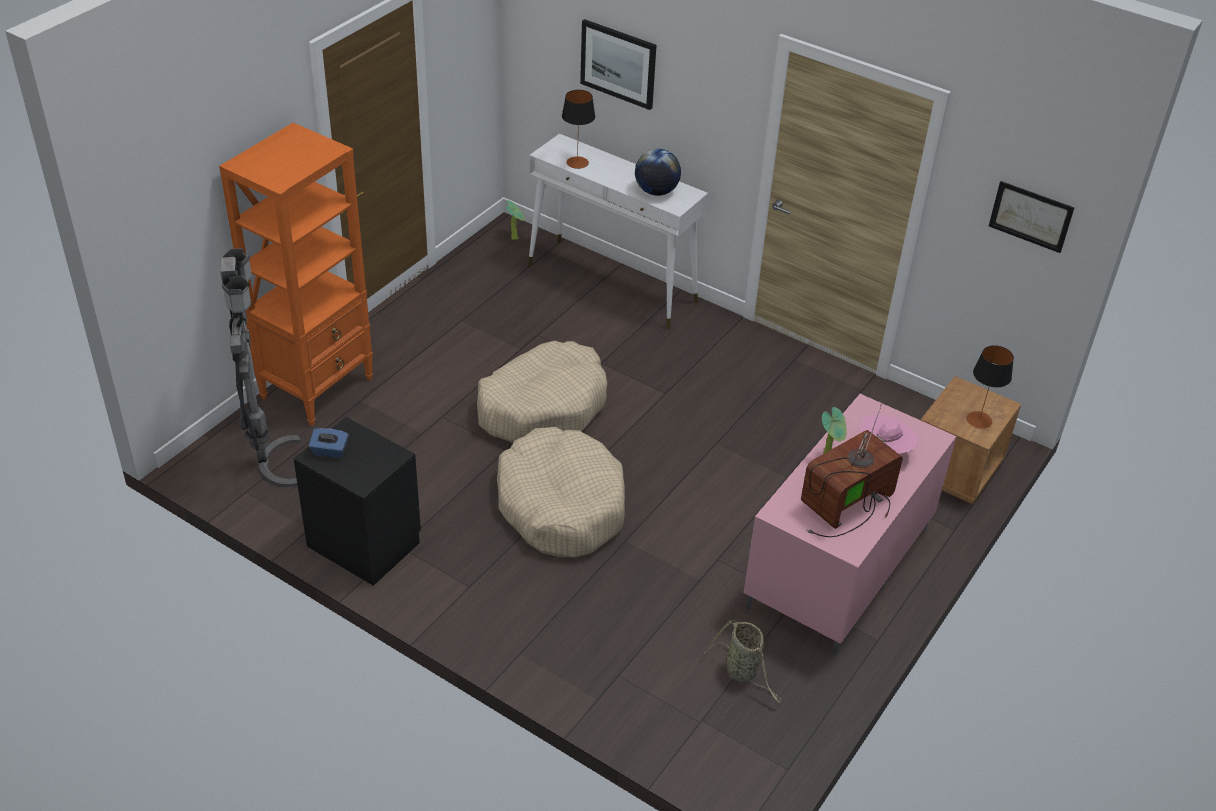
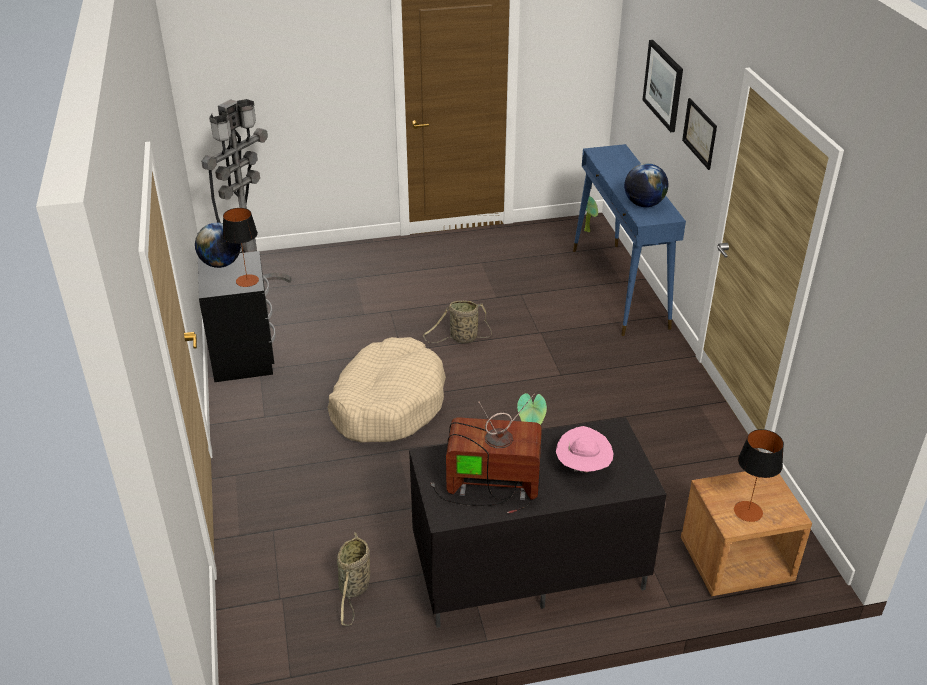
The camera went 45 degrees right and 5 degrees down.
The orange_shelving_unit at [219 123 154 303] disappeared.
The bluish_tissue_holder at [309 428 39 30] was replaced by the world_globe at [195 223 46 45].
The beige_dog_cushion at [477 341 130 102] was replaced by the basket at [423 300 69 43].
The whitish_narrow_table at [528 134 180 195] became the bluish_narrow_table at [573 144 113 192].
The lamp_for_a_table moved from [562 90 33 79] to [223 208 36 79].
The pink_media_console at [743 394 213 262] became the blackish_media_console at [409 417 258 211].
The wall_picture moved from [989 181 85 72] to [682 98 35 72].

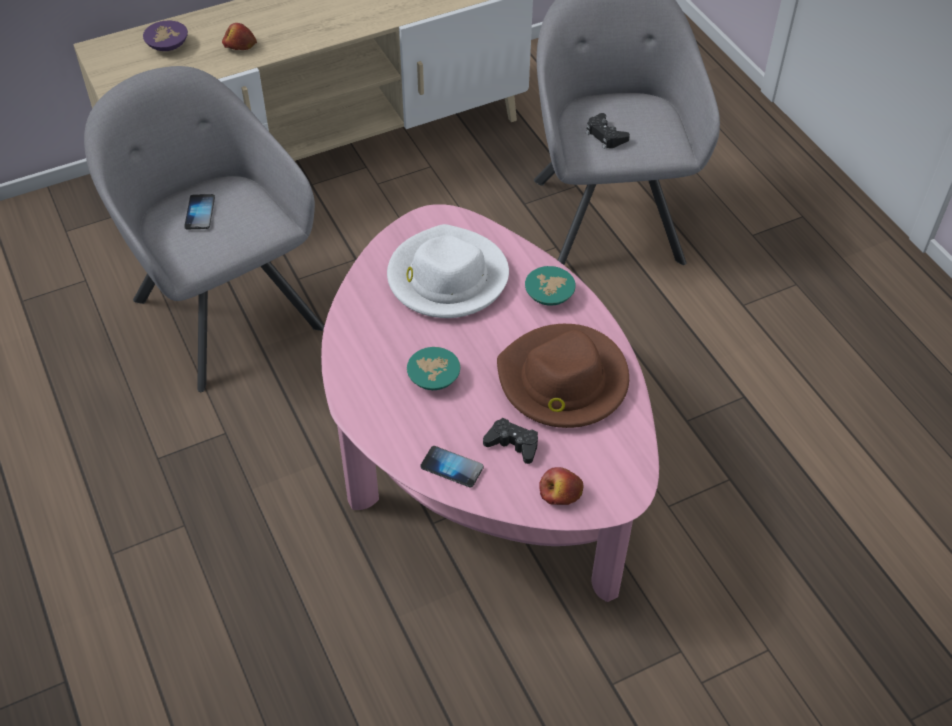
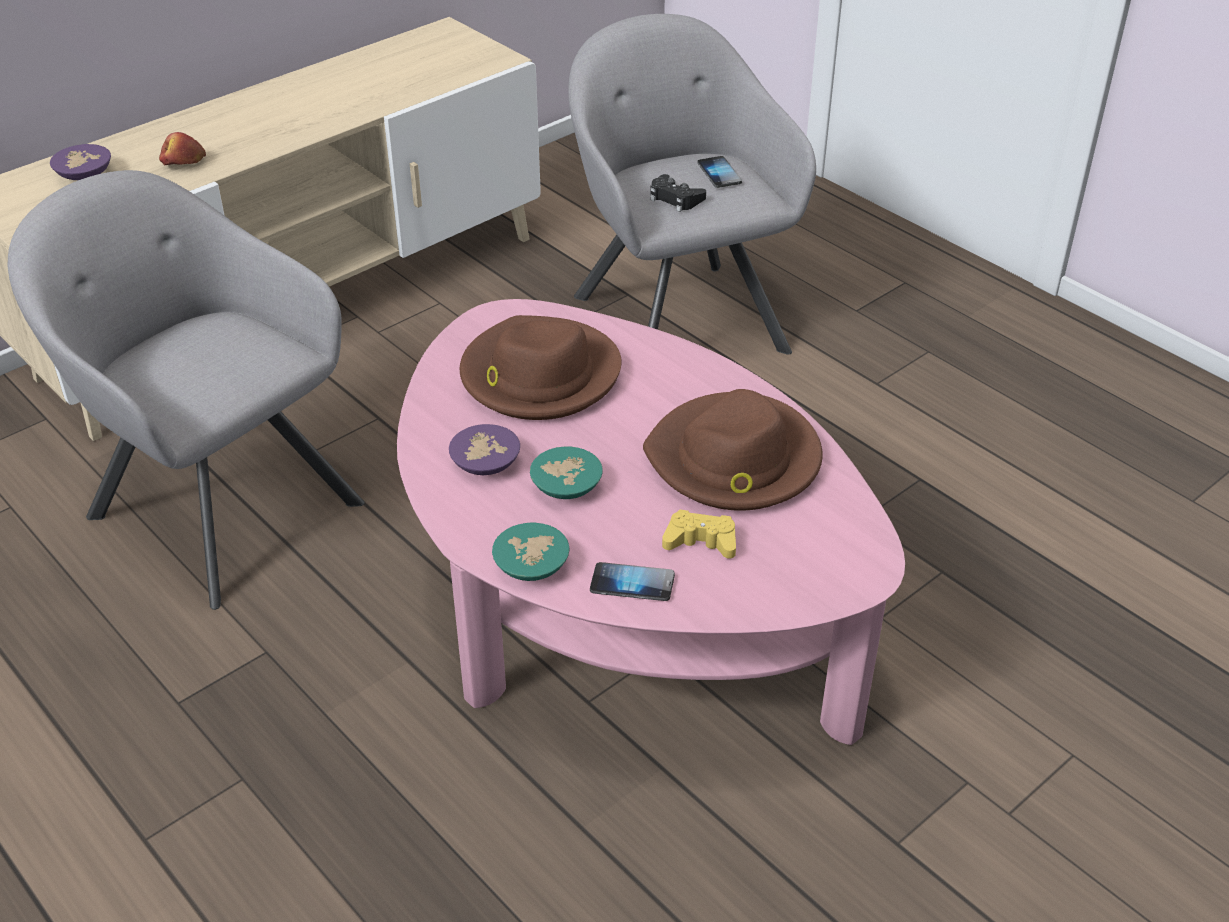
The camera went 15 degrees left and 10 degrees down.
The handset moved from [184 194 31 35] to [697 156 45 32].
The whitish_clothing_hat at [387 224 122 94] became the brown_clothing_hat at [460 315 161 105].
The blackish_joypad at [483 418 55 46] became the yellow-coloured_joypad at [662 509 74 50].
The turquoise_bowl moved from [525 266 51 40] to [492 523 77 58].
The whole_apple at [539 467 44 38] disappeared.
The purplish_bowl at [449 424 71 51] appeared.

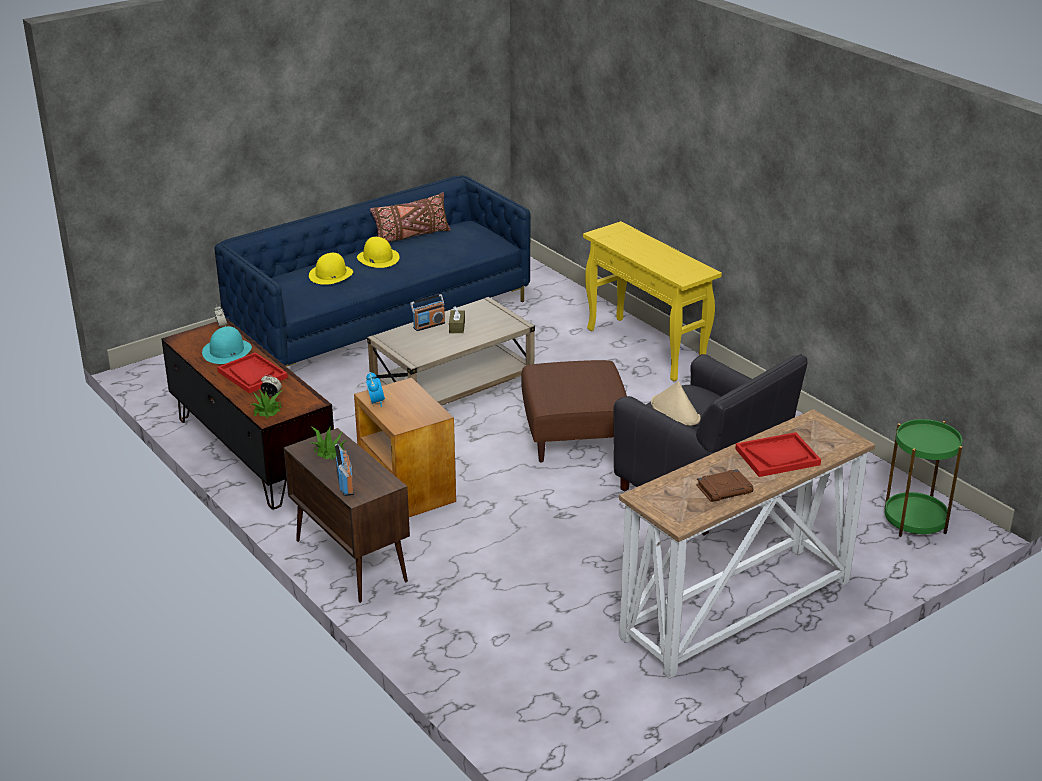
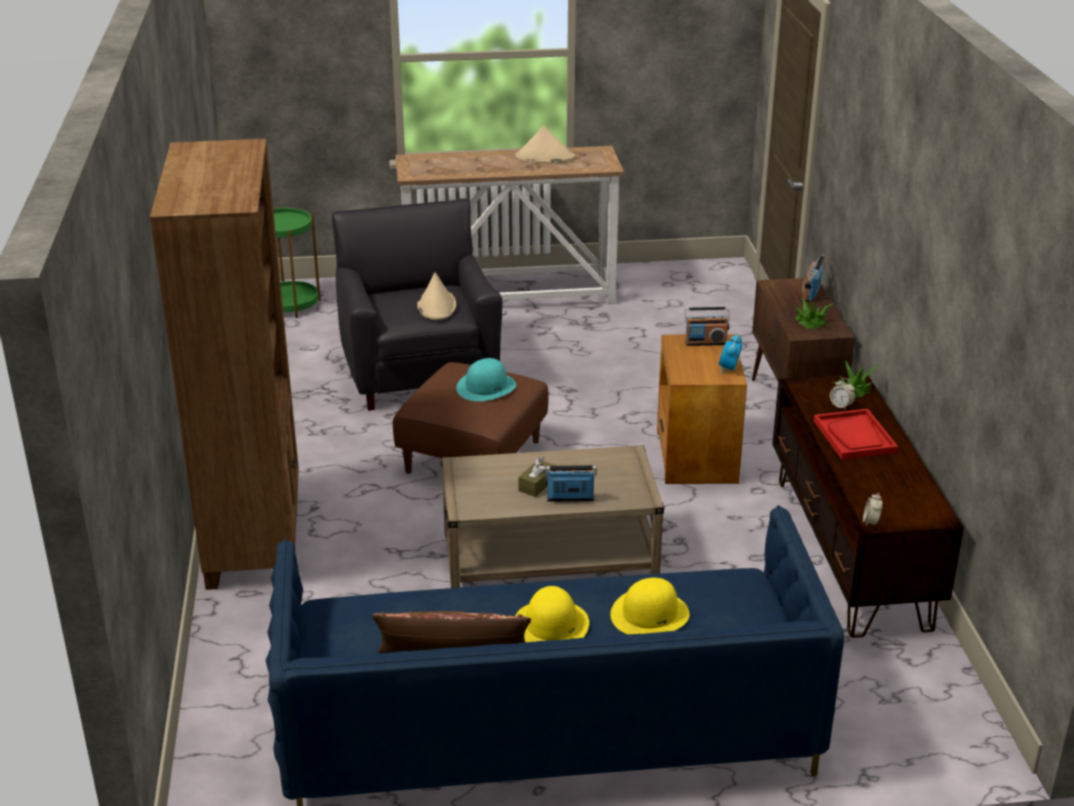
The camera went 150 degrees left and 0 degrees up.
The turquoise_clothing_hat moved from [202 326 50 38] to [456 358 60 43].
The yellow-coloured_narrow_table at [583 221 139 160] was replaced by the brown_shelving_unit at [150 139 149 451].
The brown_volume at [696 469 57 33] was replaced by the beige_clothing_hat at [515 126 60 37].
The reddish_tray at [735 432 86 45] disappeared.
The radio_set at [685 307 45 39] appeared.

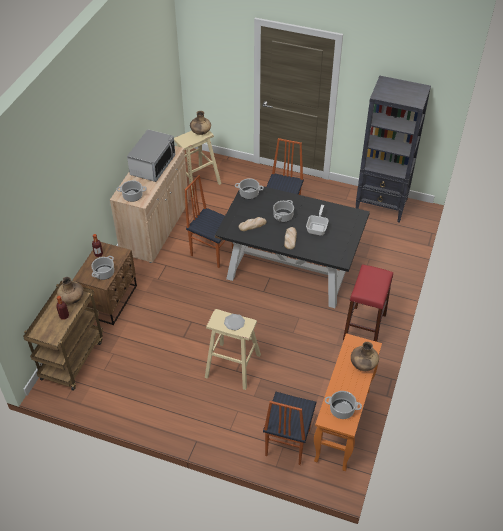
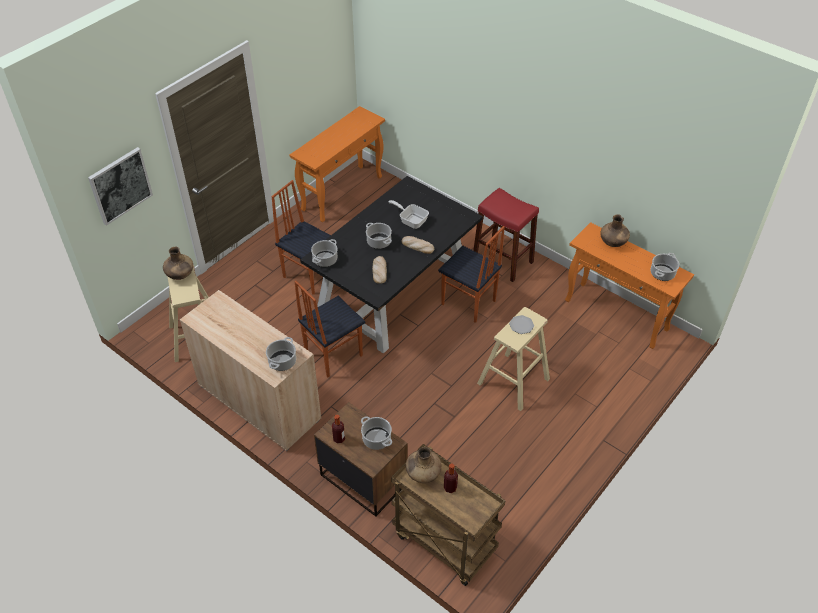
The camera went 70 degrees left and 0 degrees up.
The microwave_oven at [127 129 48 53] disappeared.
The plain_chair moved from [263 392 53 73] to [438 226 67 97].
The blackish_shelving_unit at [356 76 75 147] was replaced by the orange_narrow_table at [289 106 96 116].
The wall_picture at [88 147 65 79] appeared.

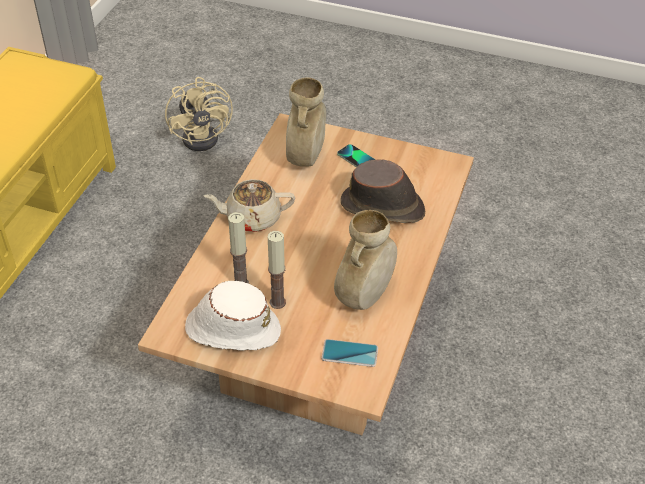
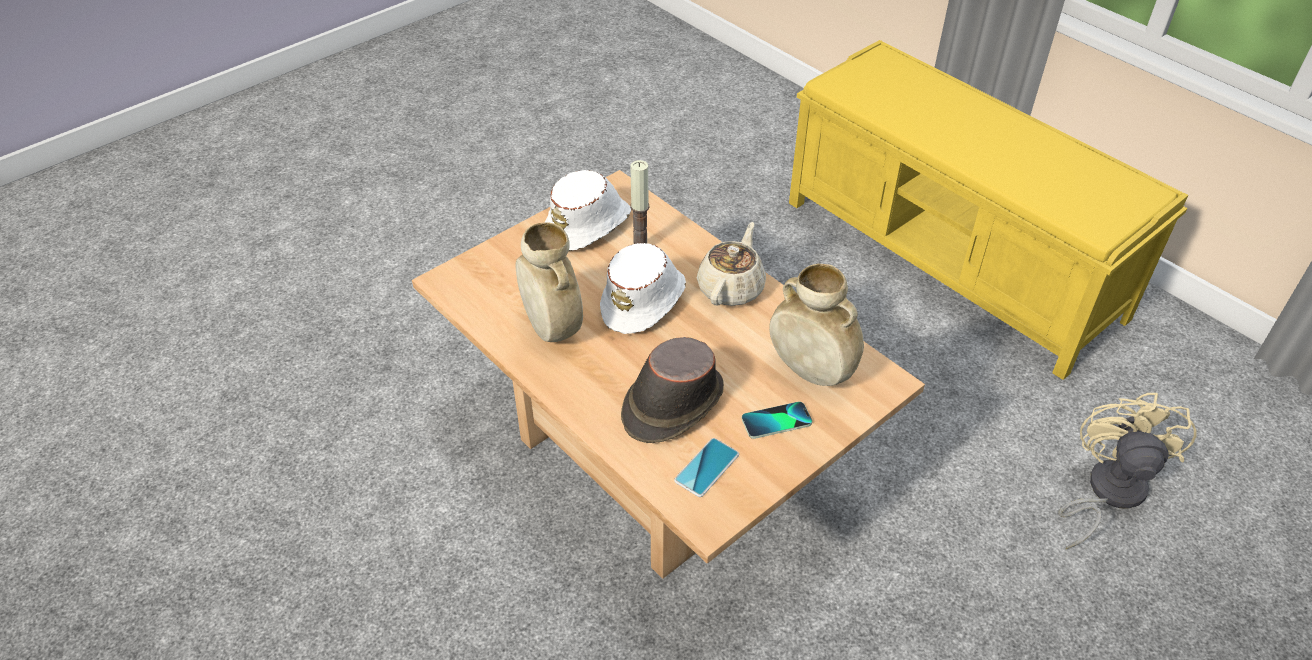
The camera went 120 degrees right and 0 degrees up.
The beige_electric_fan at [165 77 68 74] turned 90 degrees clockwise.
The wax_light at [268 231 18 78] disappeared.
The handset moved from [321 339 57 28] to [674 438 65 59].
The whitish_clothing_hat at [600 243 86 91] appeared.

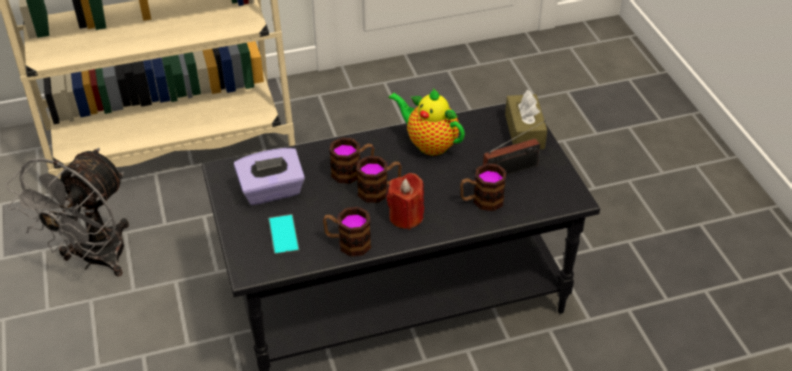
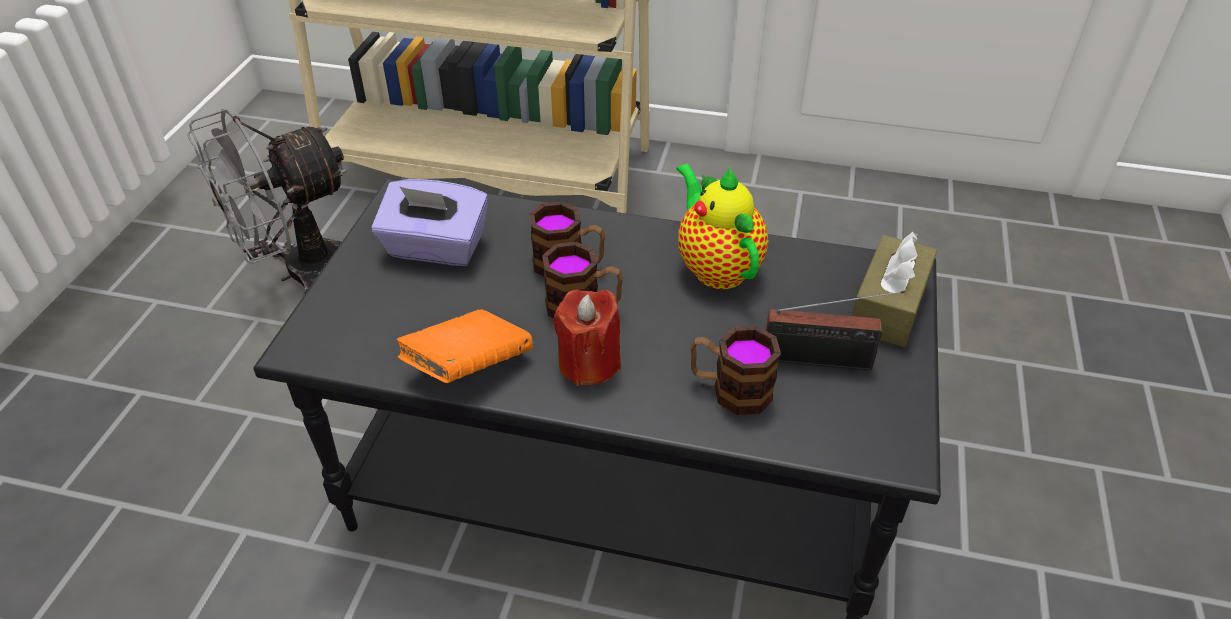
The camera went 30 degrees right and 0 degrees up.
The handset at [268 214 32 42] disappeared.
The tea_mug at [323 207 48 50] was replaced by the orange_volume at [396 309 137 74].

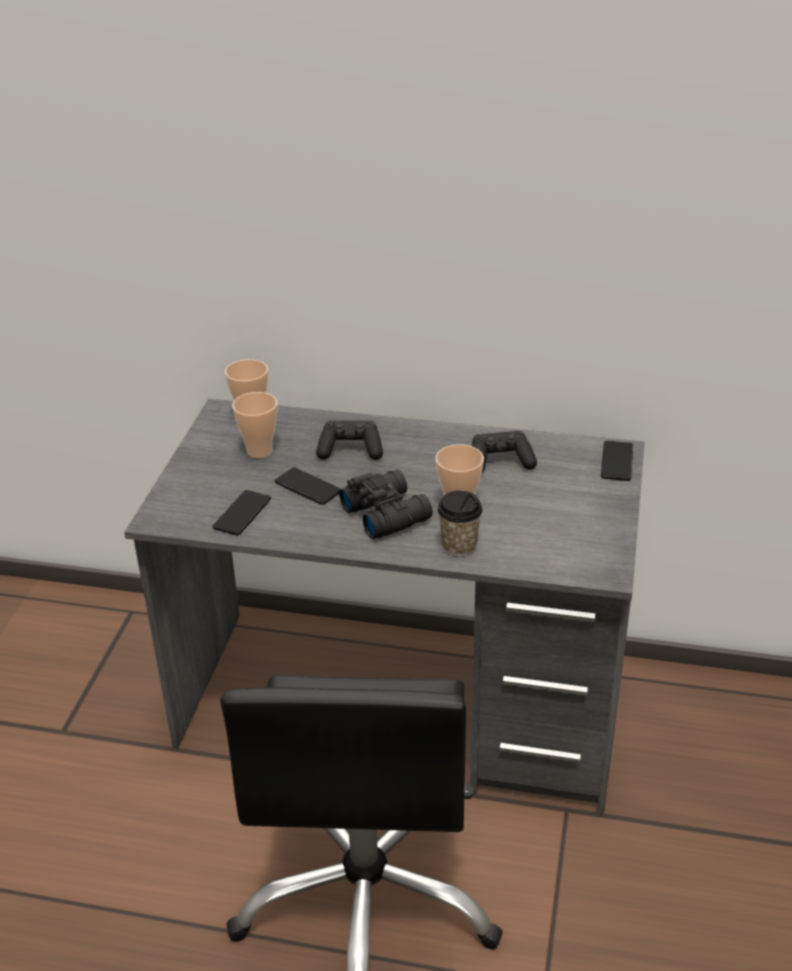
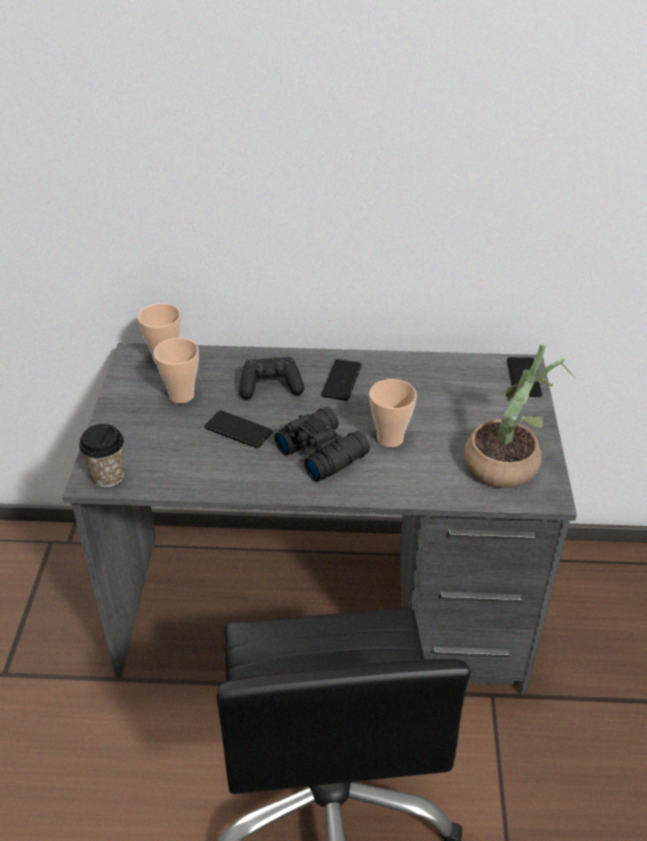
The camera went 10 degrees left and 5 degrees up.
The handset moved from [212 490 59 45] to [321 359 41 42].
The small_cup moved from [437 490 46 67] to [79 424 46 63].
The blackish_joypad at [472 430 65 42] disappeared.
The plant_in_a_pot at [464 344 111 144] appeared.

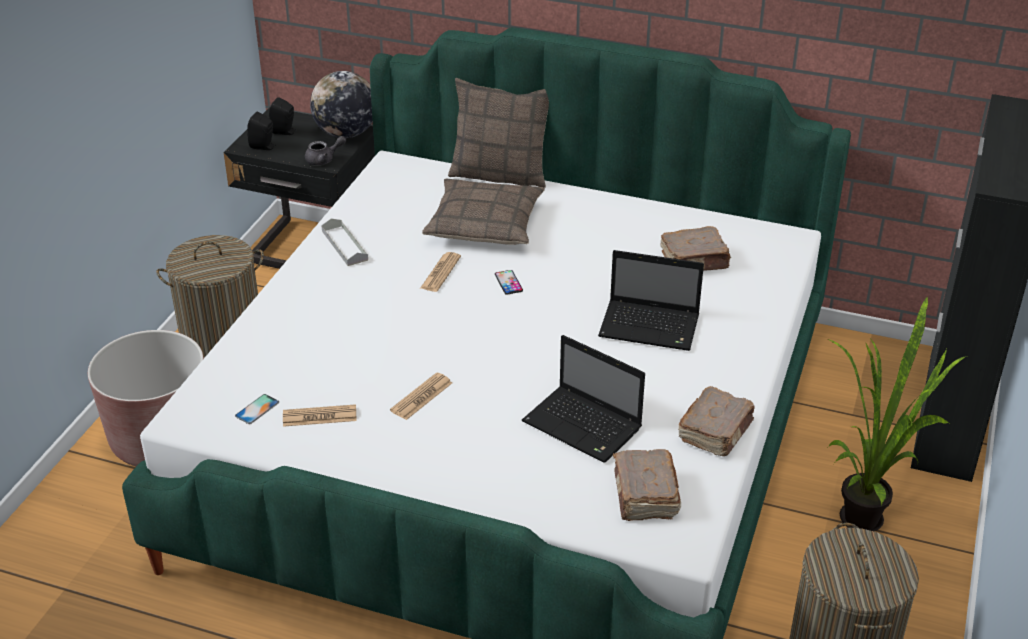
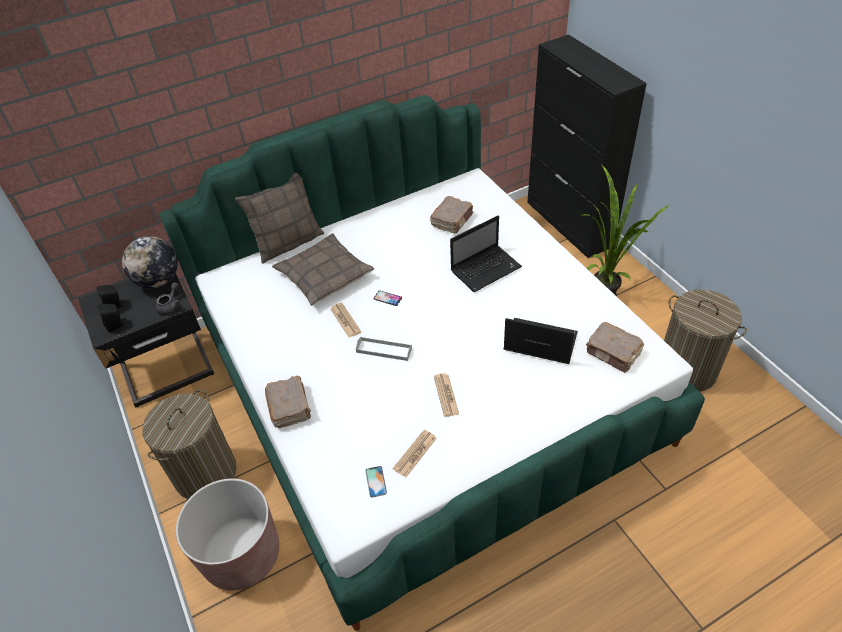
The camera went 45 degrees left and 10 degrees up.
The gray_tray moved from [321 219 47 47] to [356 337 56 24].
The laptop at [522 335 123 128] turned 150 degrees counterclockwise.
The brown_volume moved from [678 386 77 70] to [265 376 46 52].

